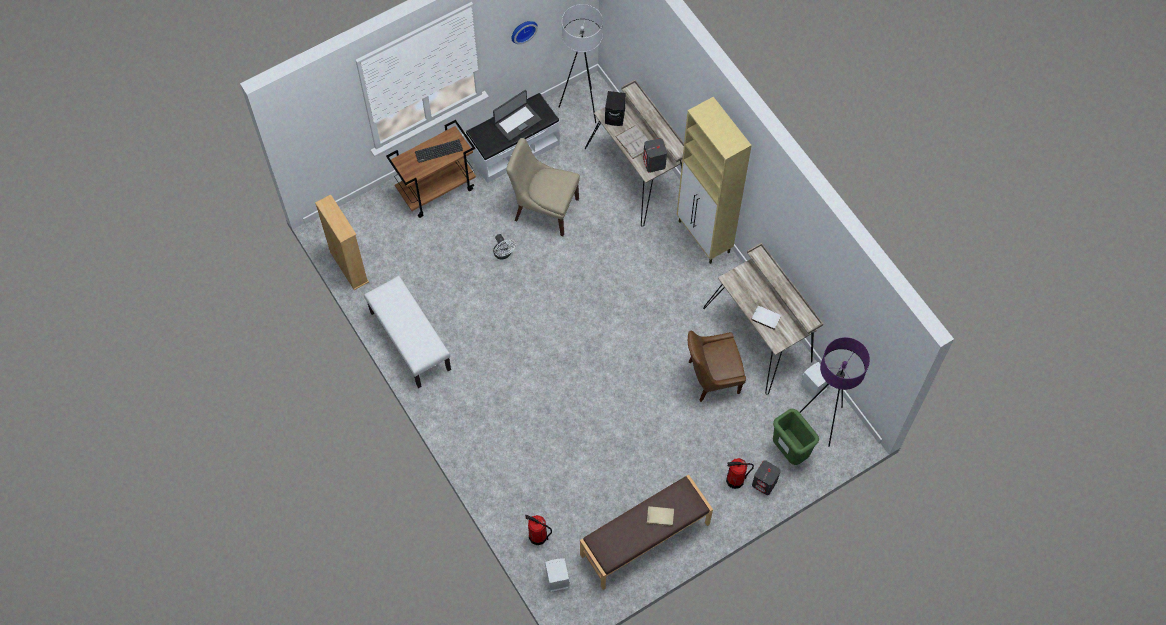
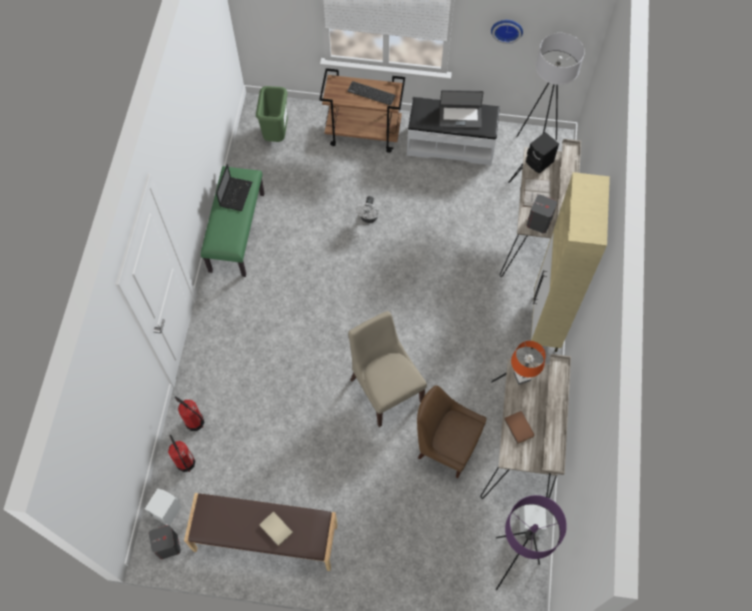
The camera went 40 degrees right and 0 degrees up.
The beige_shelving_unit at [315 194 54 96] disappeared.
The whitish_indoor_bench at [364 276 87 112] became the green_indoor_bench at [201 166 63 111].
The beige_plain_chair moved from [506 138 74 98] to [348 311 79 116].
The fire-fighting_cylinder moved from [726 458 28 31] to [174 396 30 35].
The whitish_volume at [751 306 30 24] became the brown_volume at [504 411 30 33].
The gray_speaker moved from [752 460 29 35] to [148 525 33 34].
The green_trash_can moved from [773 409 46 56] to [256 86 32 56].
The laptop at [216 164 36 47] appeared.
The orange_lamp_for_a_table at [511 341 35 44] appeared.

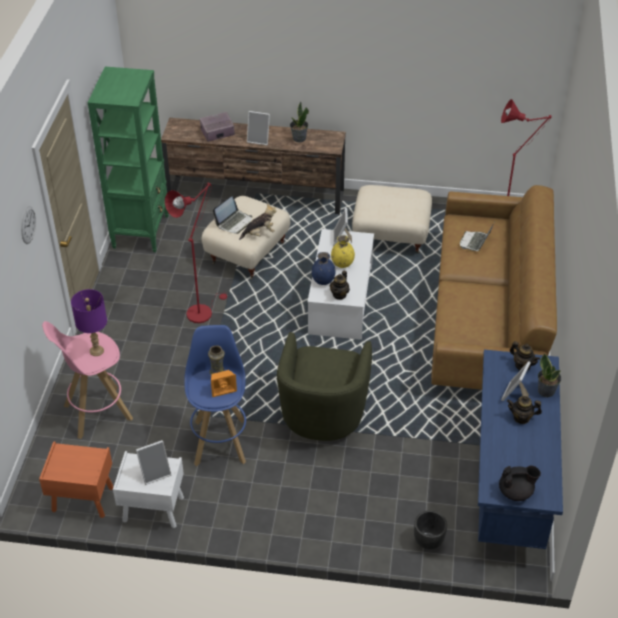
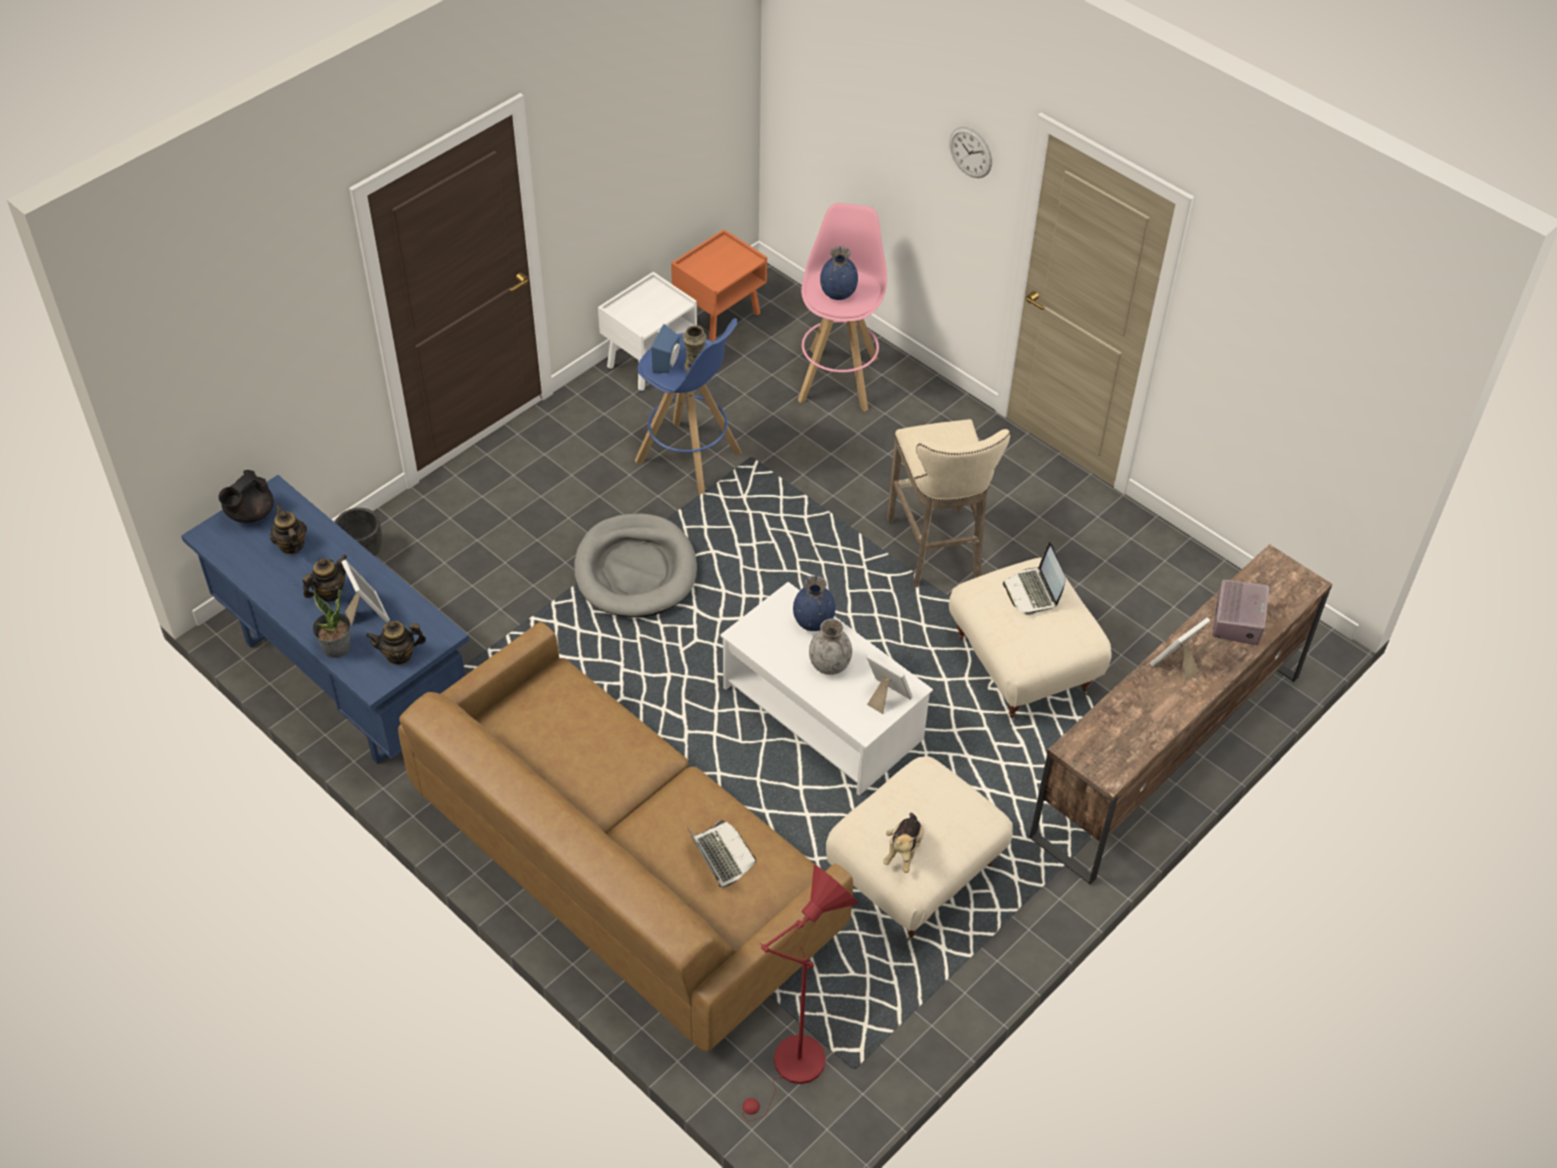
The camera went 125 degrees right and 5 degrees up.
The purplish_lamp_for_a_table at [71 289 36 67] was replaced by the bluish_decorative_vase at [820 246 38 54].
The green_shelving_unit at [87 67 82 185] disappeared.
The photo_frame at [136 440 35 45] disappeared.
The reddish_standing_lamp at [165 182 62 141] was replaced by the beige_sitting_stool at [887 419 123 168].
The orange_speaker at [211 370 26 27] became the bluish_speaker at [651 324 29 49].
The soft_toy moved from [239 203 38 37] to [883 813 41 60].
The green_easy_chair at [277 332 95 109] was replaced by the gray_dog_cushion at [574 513 123 105].
The plant_in_a_pot at [290 101 19 41] disappeared.
The tea_pot moved from [330 271 20 29] to [270 504 37 50].
The yellow-coloured_decorative_vase at [331 235 24 33] became the gray_decorative_vase at [809 619 43 56].

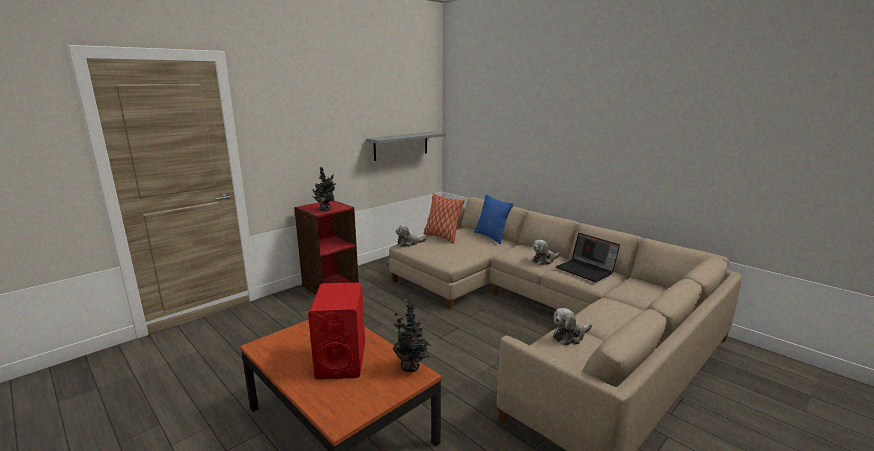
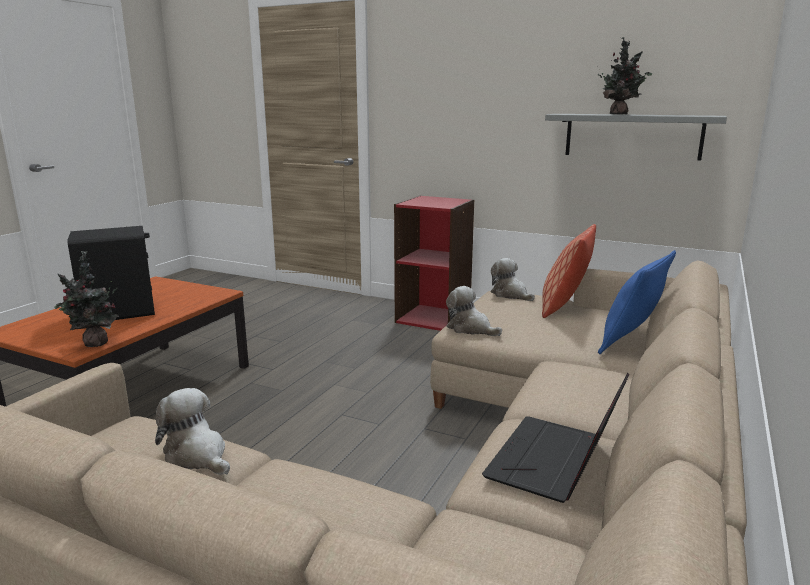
The camera went 70 degrees right and 0 degrees up.
The reddish_speaker at [308 282 57 97] became the blackish_speaker at [67 226 88 94].
The plant_in_a_pot moved from [311 167 25 44] to [597 37 55 78].
The soft_toy moved from [532 240 28 25] to [446 286 56 50].

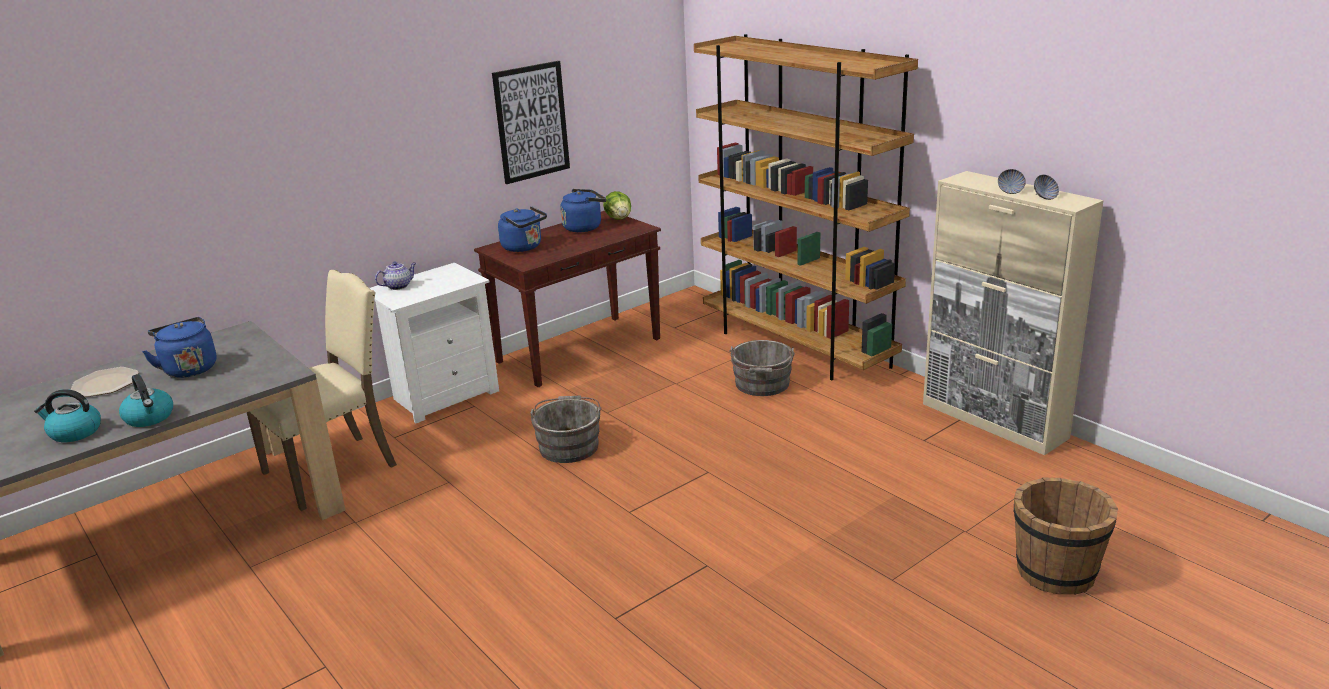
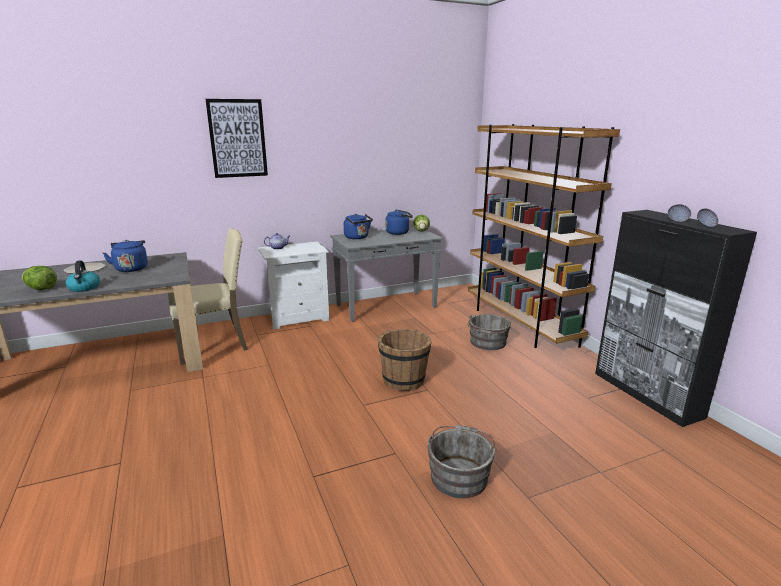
The camera went 15 degrees right and 5 degrees down.
The kettle at [34 389 67 53] was replaced by the lettuce_head at [22 266 35 24].
The brown_narrow_table at [474 211 187 176] became the gray_narrow_table at [330 227 113 95].
The wall_picture moved from [492 61 78 123] to [205 99 63 79].
The gray_pail moved from [530 395 71 68] to [428 425 68 73].
The beige_cabinet at [923 171 181 284] became the blackish_cabinet at [595 210 162 217].
The brown_pail moved from [1013 478 105 117] to [378 329 54 62].

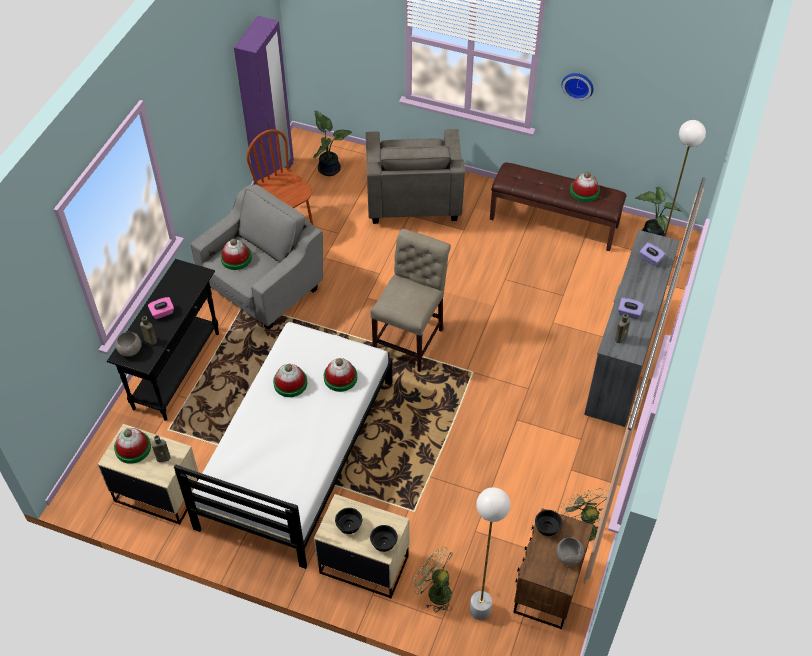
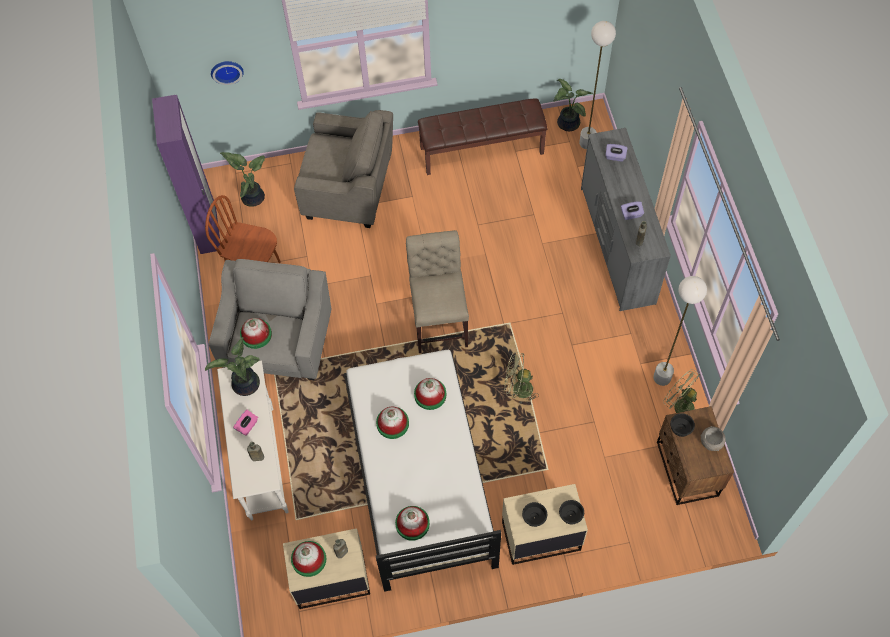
The camera went 30 degrees left and 10 degrees up.
The blackish_narrow_table at [107 259 112 162] became the whitish_narrow_table at [217 361 72 159].
The gray_bowl at [115 332 27 25] disappeared.
The gray_easy_chair at [366 129 99 95] turned 45 degrees counterclockwise.
The green_electric_fan moved from [411 546 42 66] to [505 352 34 52].
The whitish_standing_lamp moved from [470 487 41 133] to [653 276 54 110].
The wall_clock moved from [562 73 31 28] to [211 61 33 24].
The clothing_hat moved from [570 172 30 30] to [395 506 35 35].
The plant_in_a_pot at [205 337 55 59] appeared.

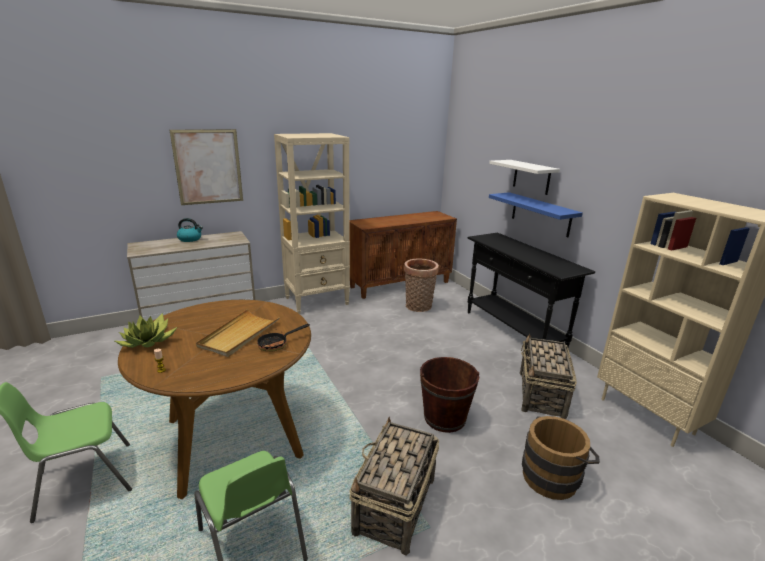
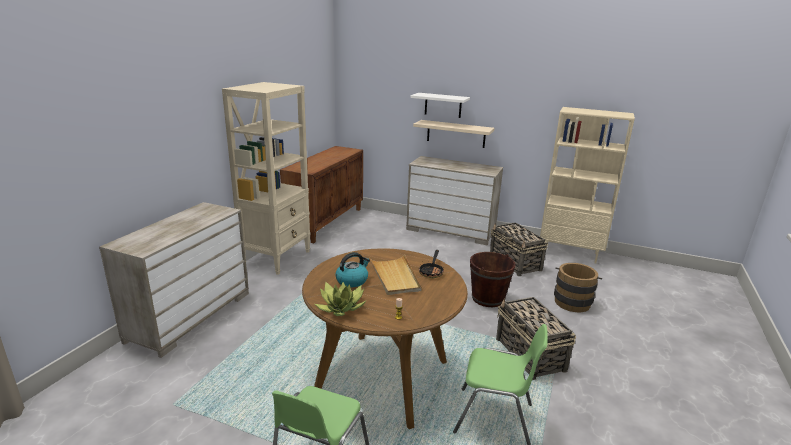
The camera went 40 degrees left and 0 degrees up.
The wall_picture at [170 129 73 76] disappeared.
The kettle moved from [177 218 26 24] to [335 252 35 35].
The basket at [404 258 35 54] disappeared.
The blackish_narrow_table at [467 233 128 114] was replaced by the beige_chest_of_drawers at [406 156 97 90].
The bluish_wall_shelf at [489 192 94 45] became the beige_wall_shelf at [413 120 81 28].

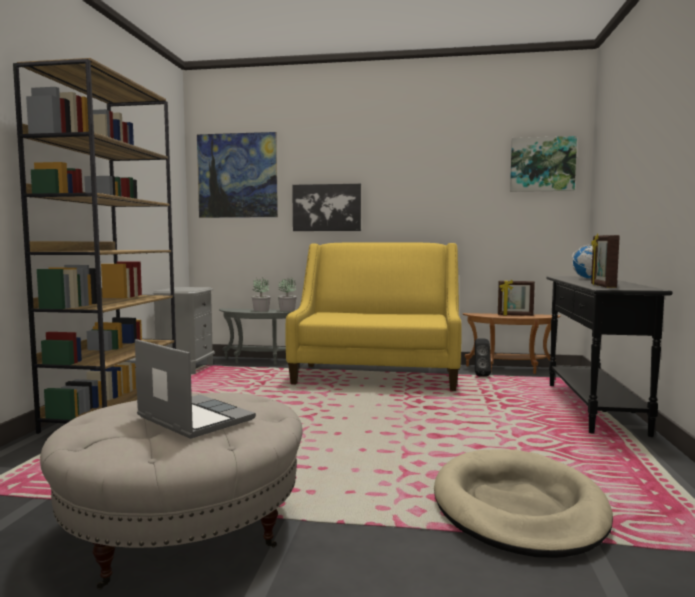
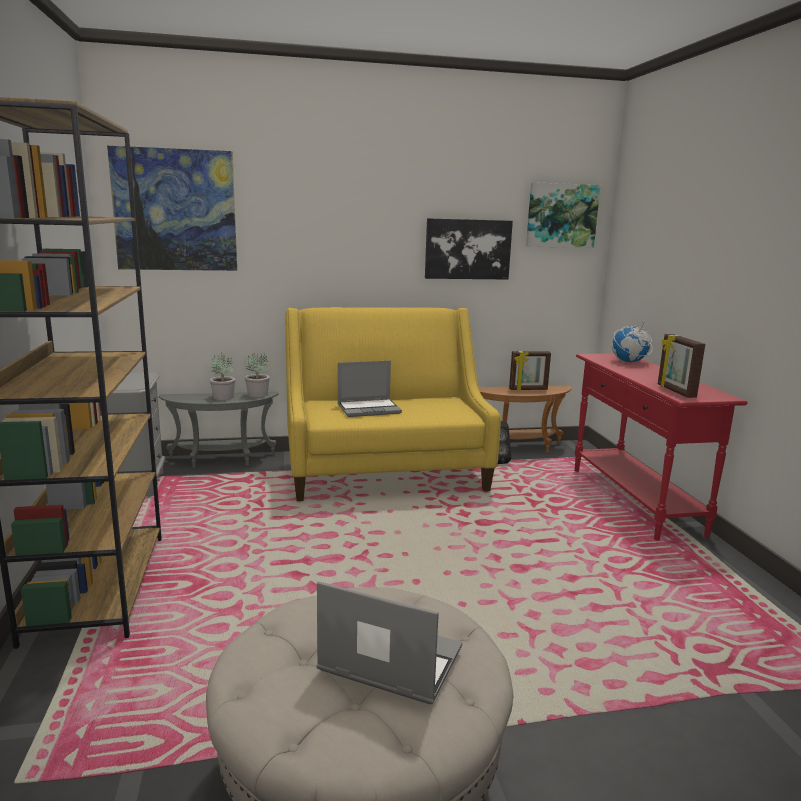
The camera went 20 degrees left and 10 degrees up.
The wall_picture moved from [292 184 69 47] to [425 218 88 62].
The beige_dog_cushion at [434 449 179 109] disappeared.
The blackish_narrow_table at [546 276 127 161] became the reddish_narrow_table at [575 353 173 188].
The laptop at [338 360 64 57] appeared.

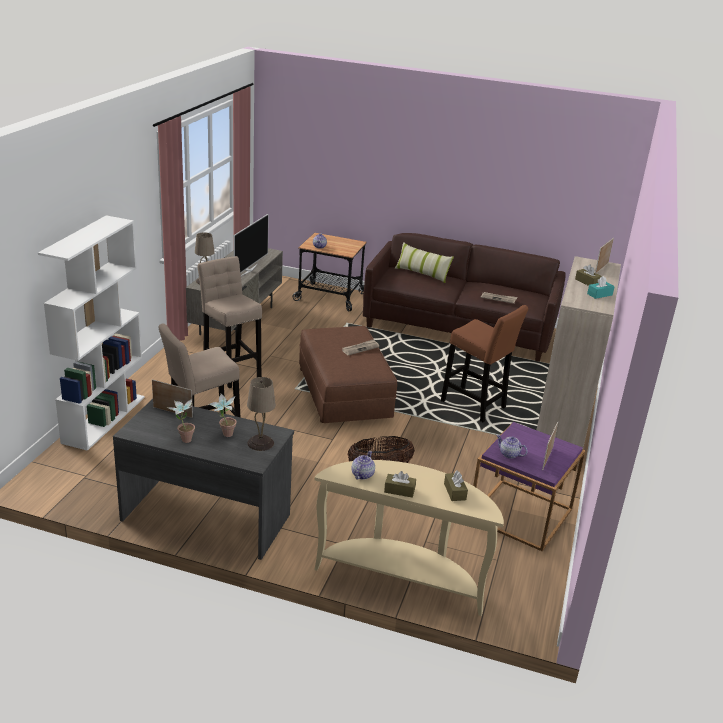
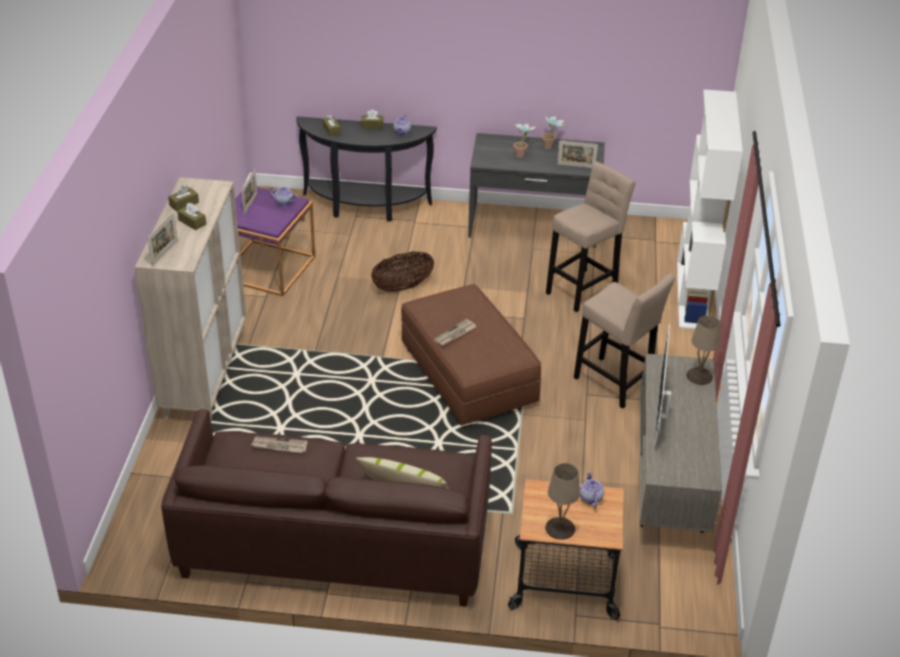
The camera went 170 degrees right and 10 degrees up.
The beige_lamp_for_a_table moved from [247 377 29 74] to [545 463 35 77].
The beige_narrow_table at [314 460 190 156] became the blackish_narrow_table at [296 116 141 106].
The brown_sitting_stool at [441 305 87 117] disappeared.
The turquoise_tissue_holder at [587 276 28 23] became the brown_tissue_holder at [168 186 31 26].

